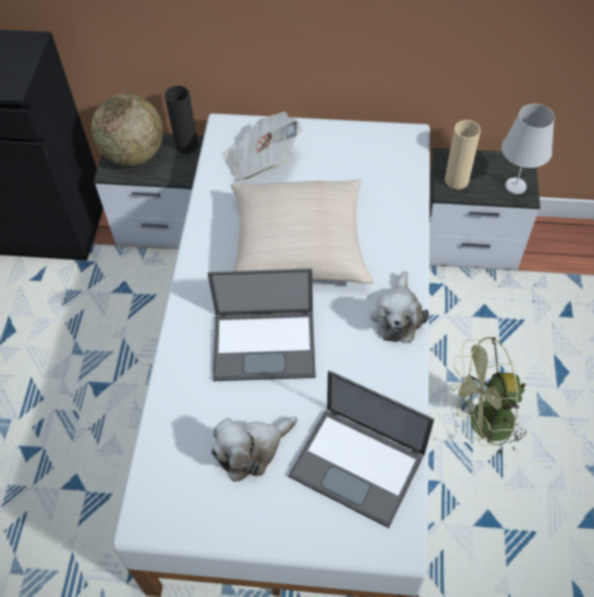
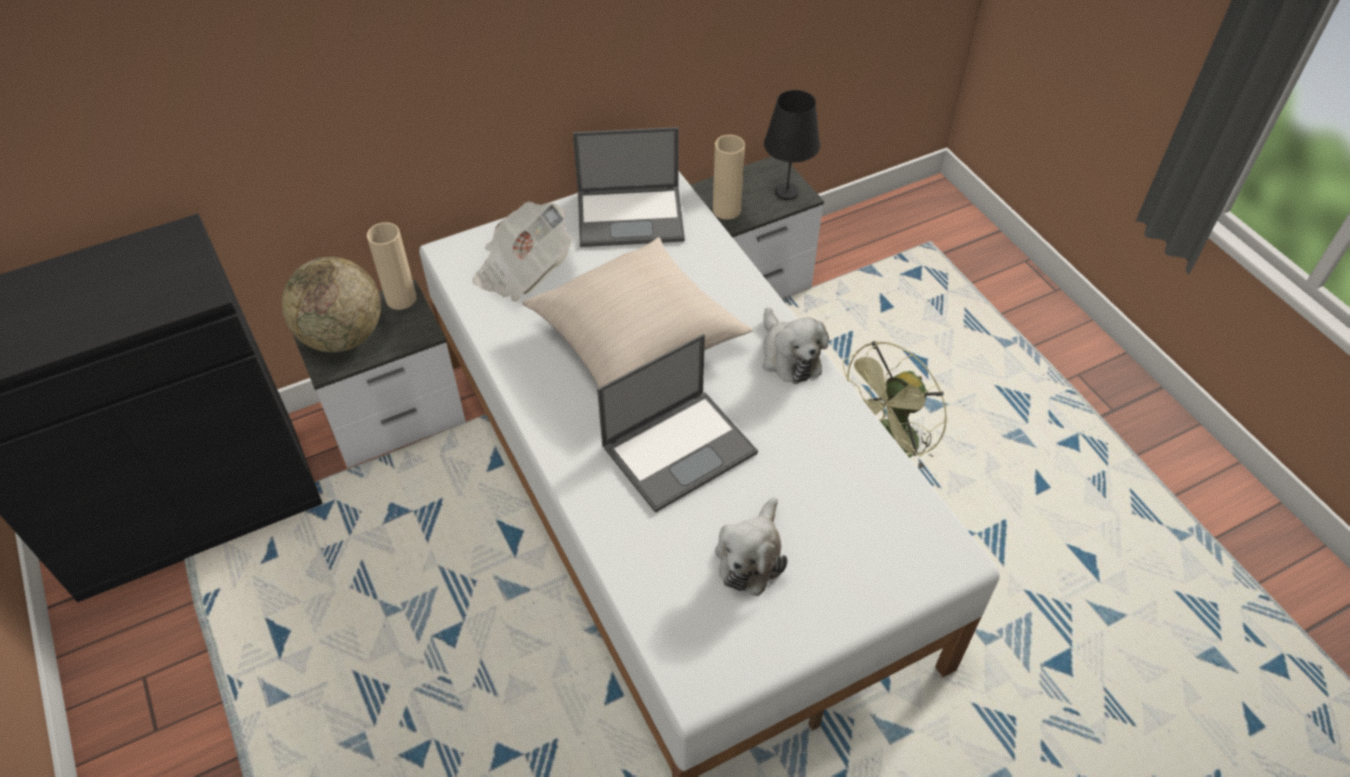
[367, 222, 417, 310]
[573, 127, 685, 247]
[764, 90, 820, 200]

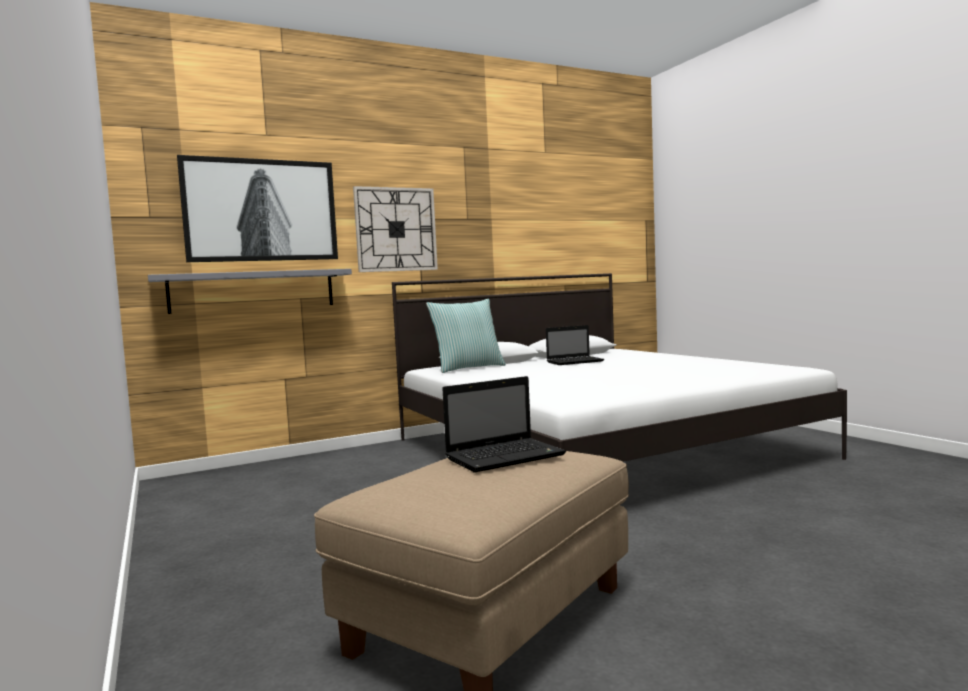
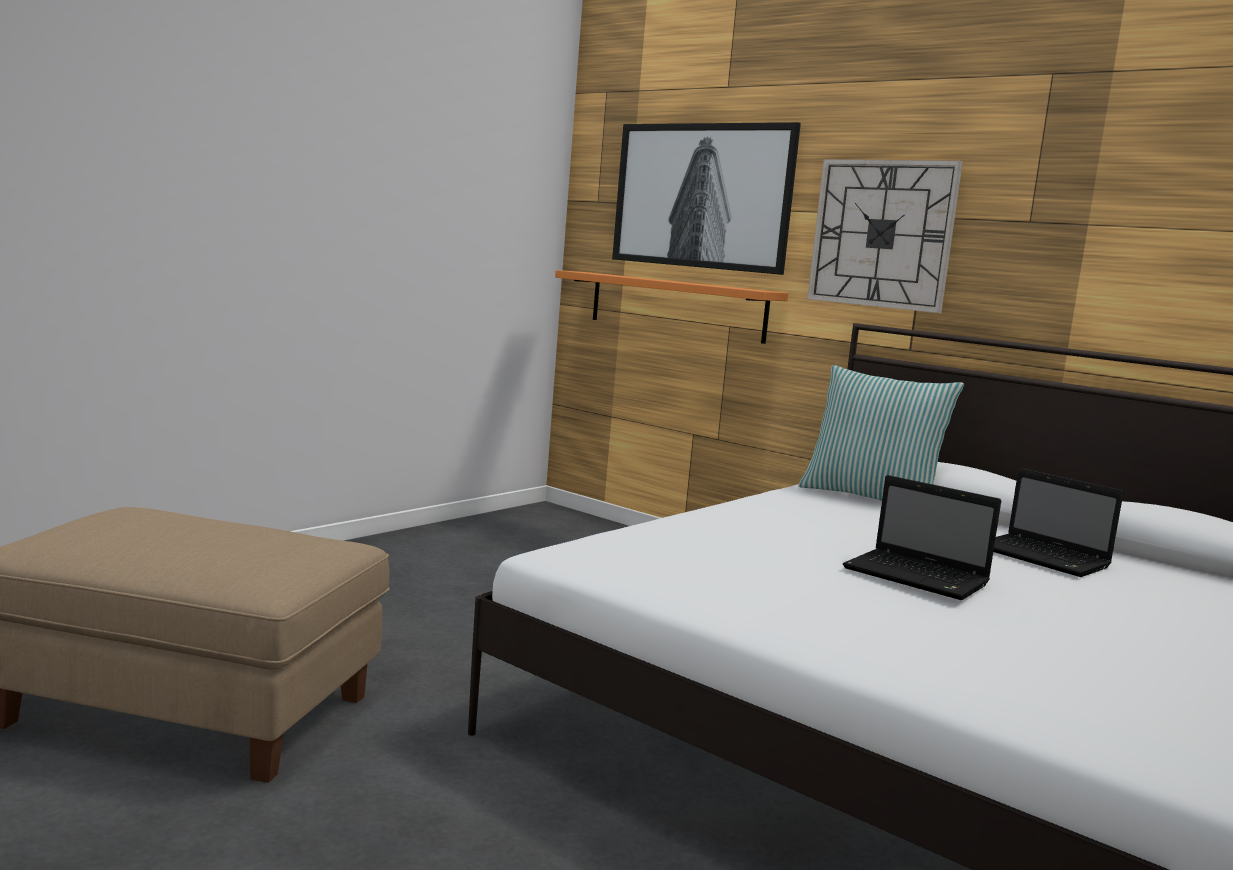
[555, 270, 788, 344]
[843, 475, 1001, 600]

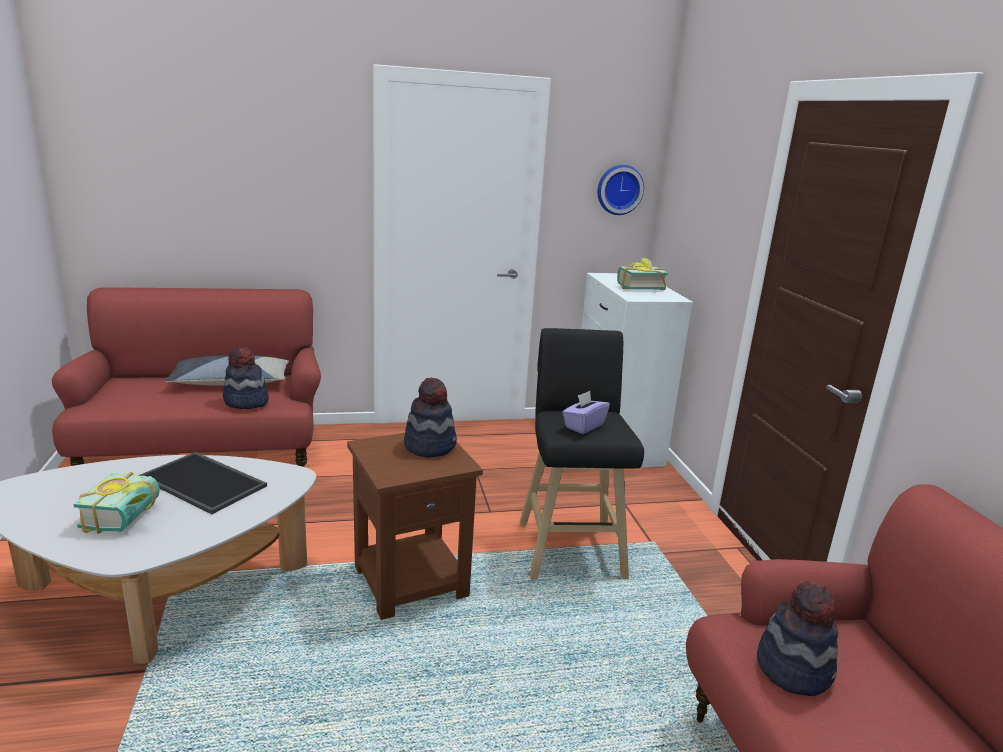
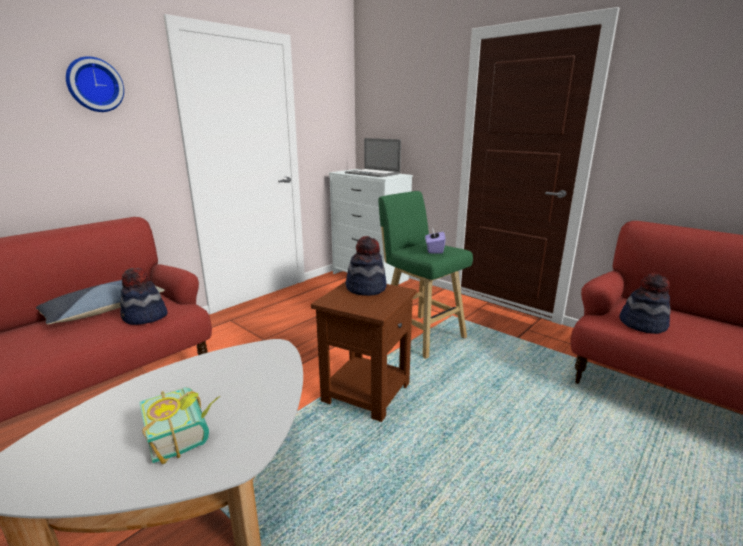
[66, 56, 124, 112]
[345, 138, 401, 177]
[378, 191, 473, 359]
[139, 452, 267, 514] (first image)

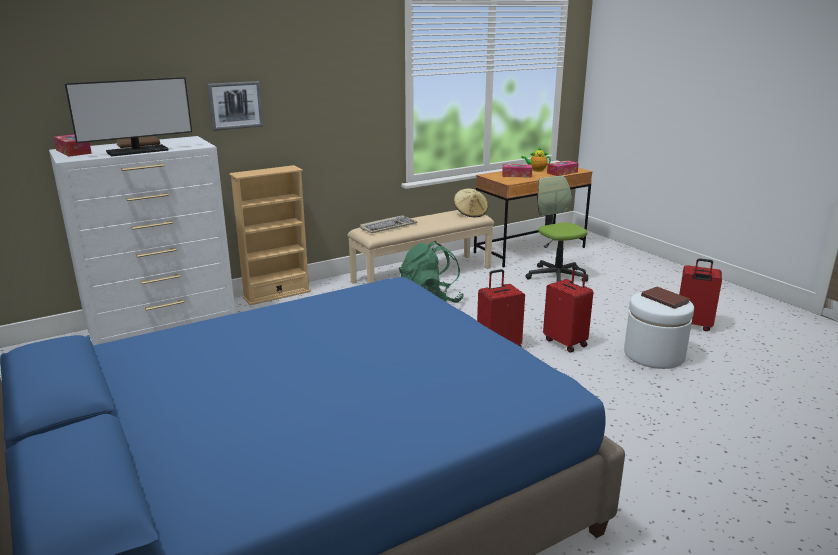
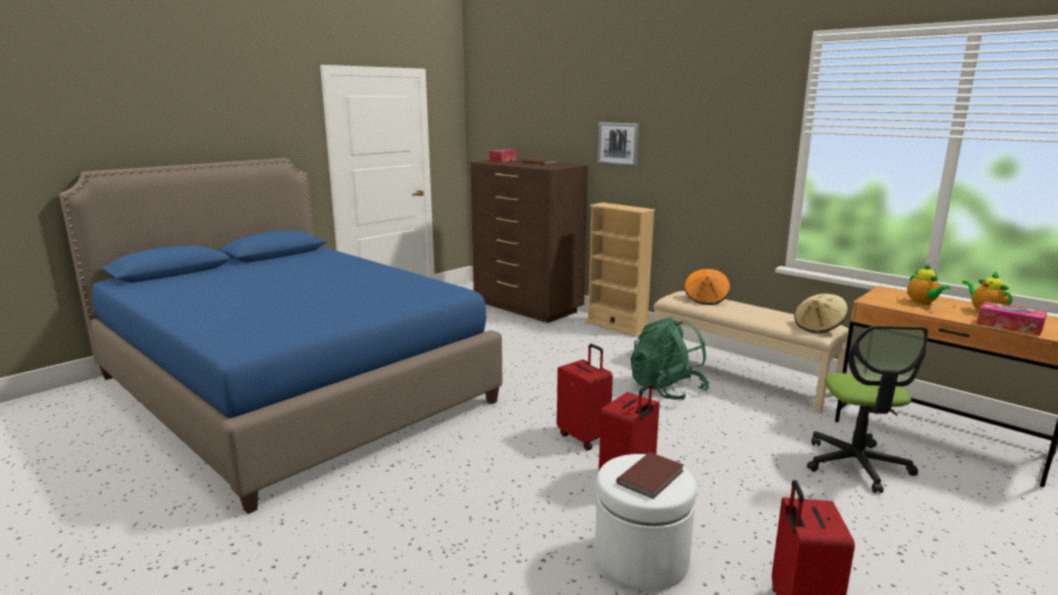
[470, 159, 588, 323]
[684, 269, 730, 305]
[807, 326, 928, 493]
[907, 264, 950, 305]
[65, 77, 192, 157] (first image)

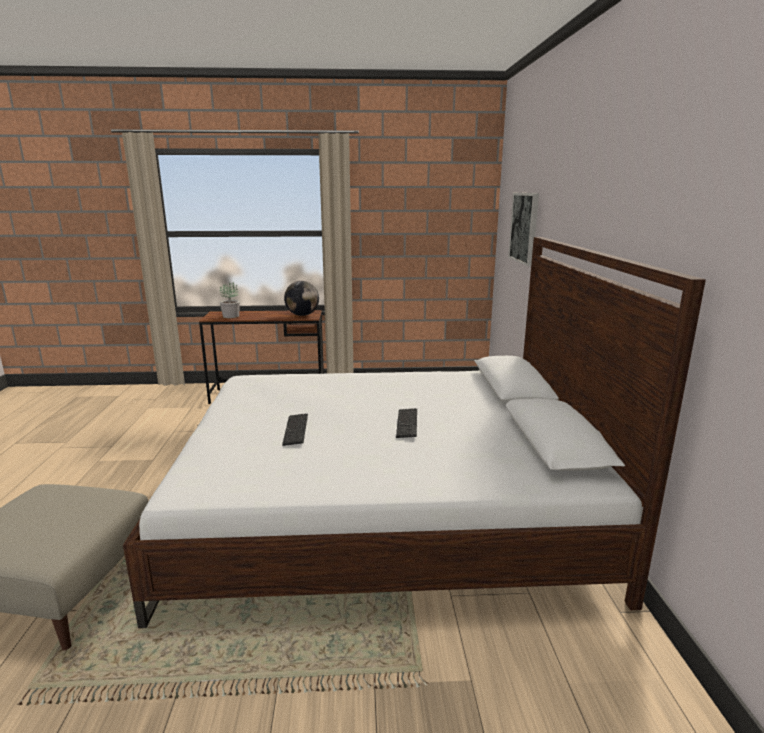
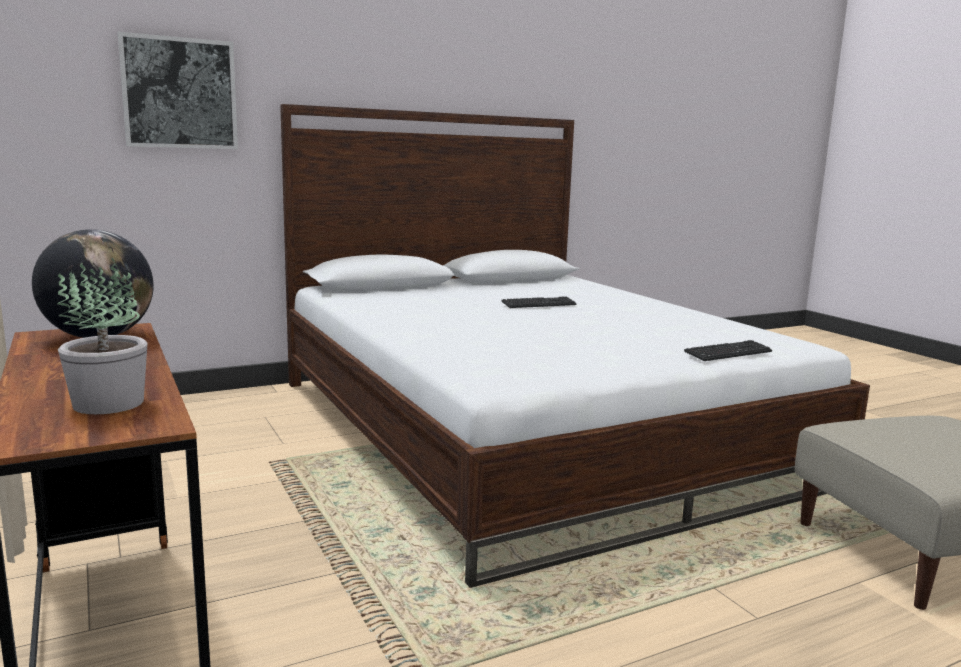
[684, 340, 772, 361]

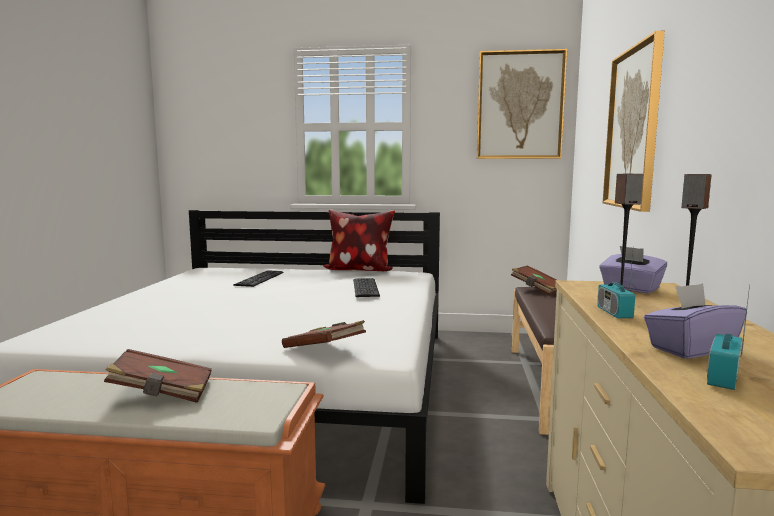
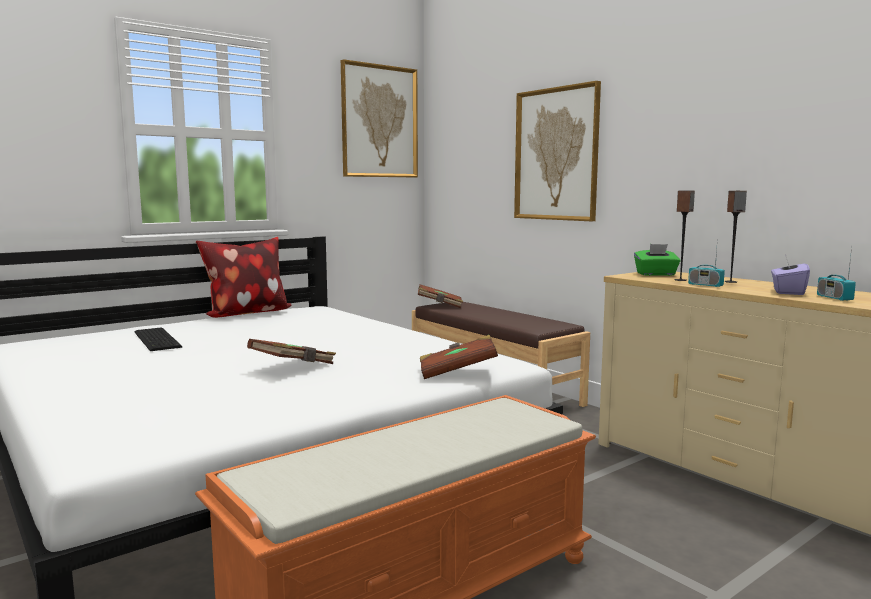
[247, 339, 336, 364]
[634, 244, 680, 276]
[353, 278, 380, 297] (first image)

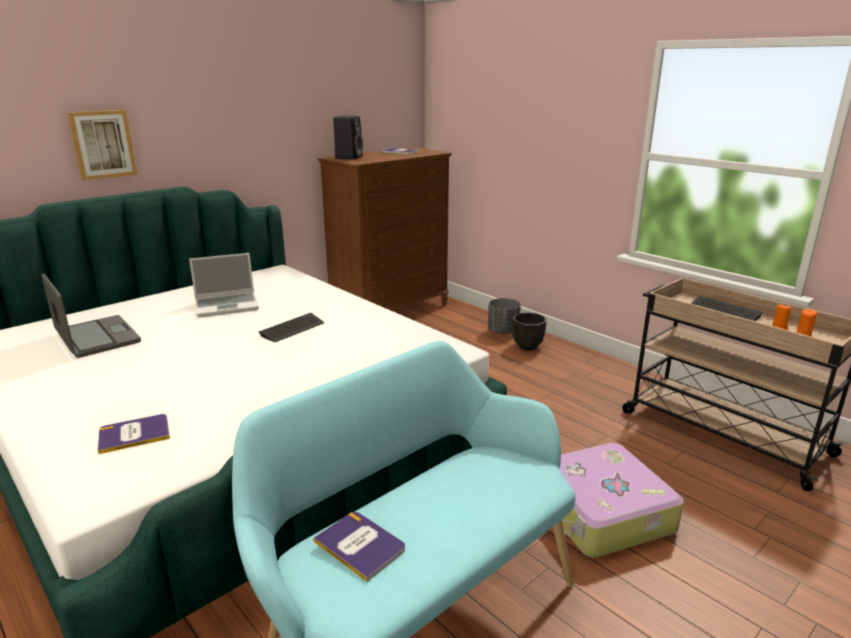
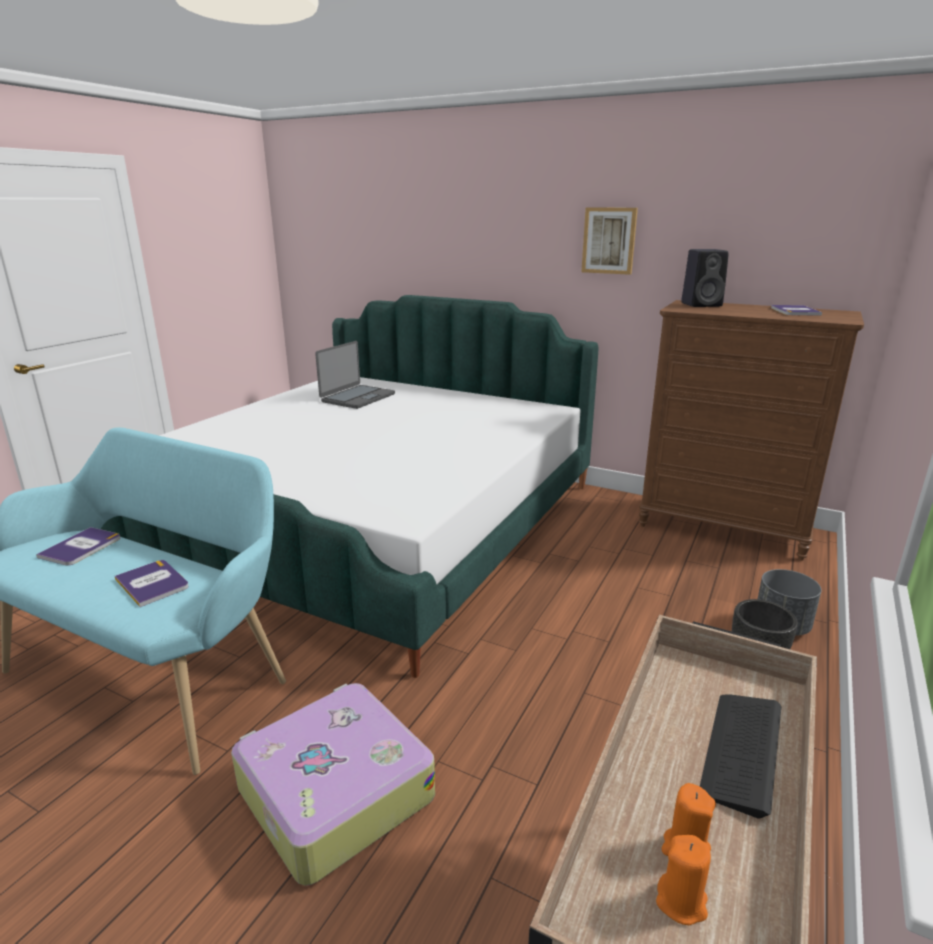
[115, 560, 189, 607]
[581, 208, 638, 275]
[189, 253, 259, 317] (first image)
[259, 313, 324, 342] (first image)

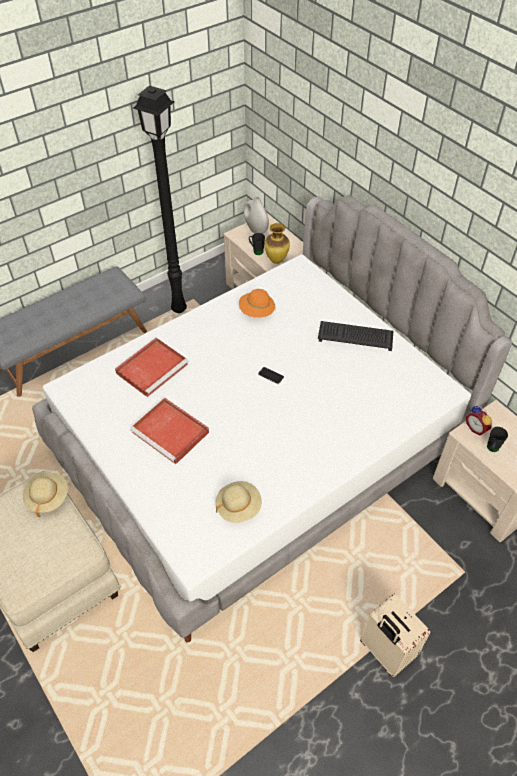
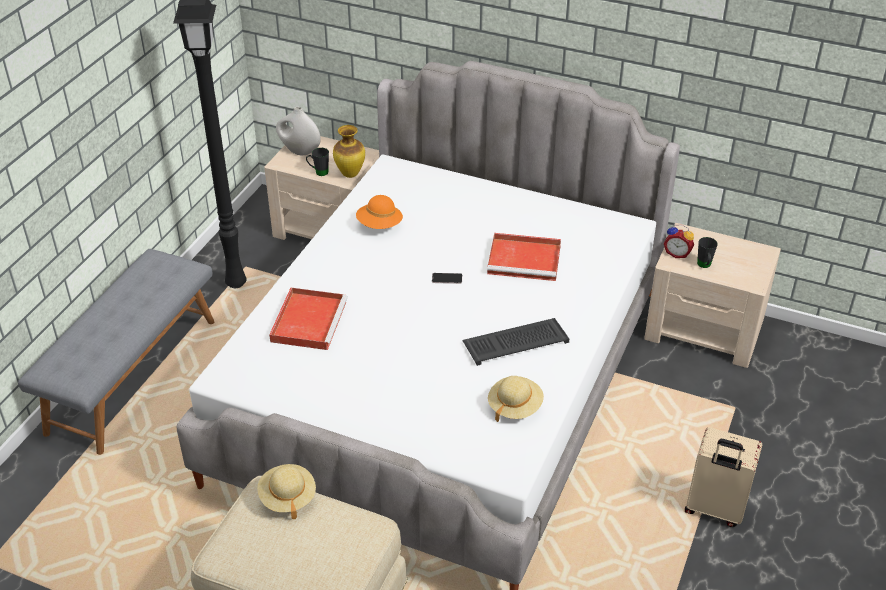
[462, 318, 570, 366]
[487, 233, 561, 281]

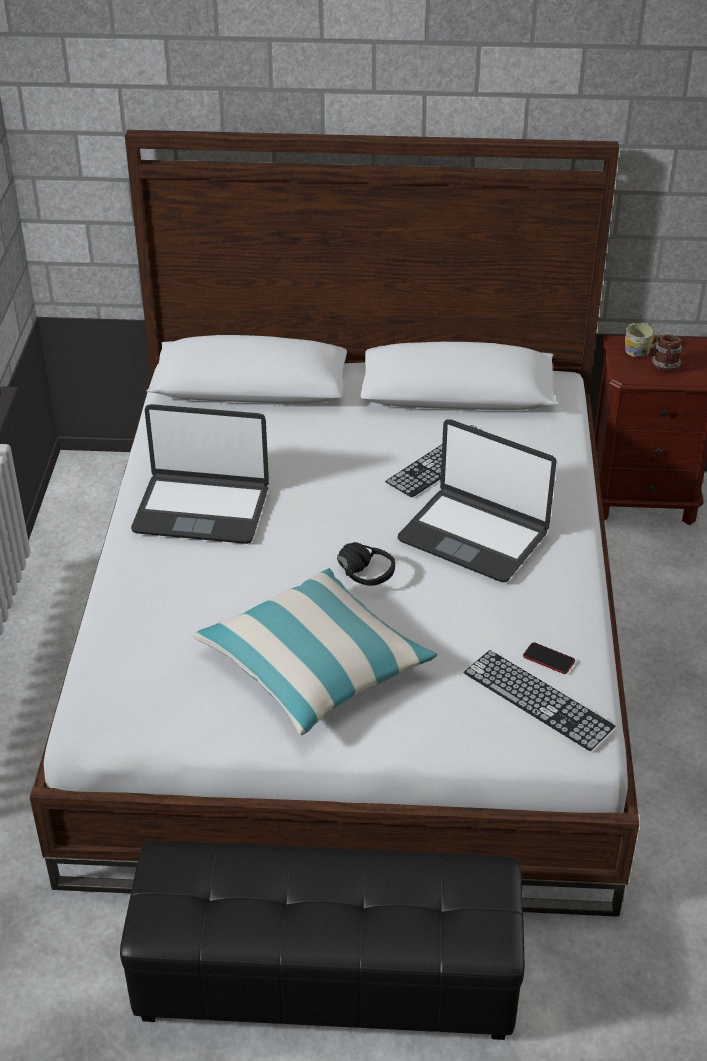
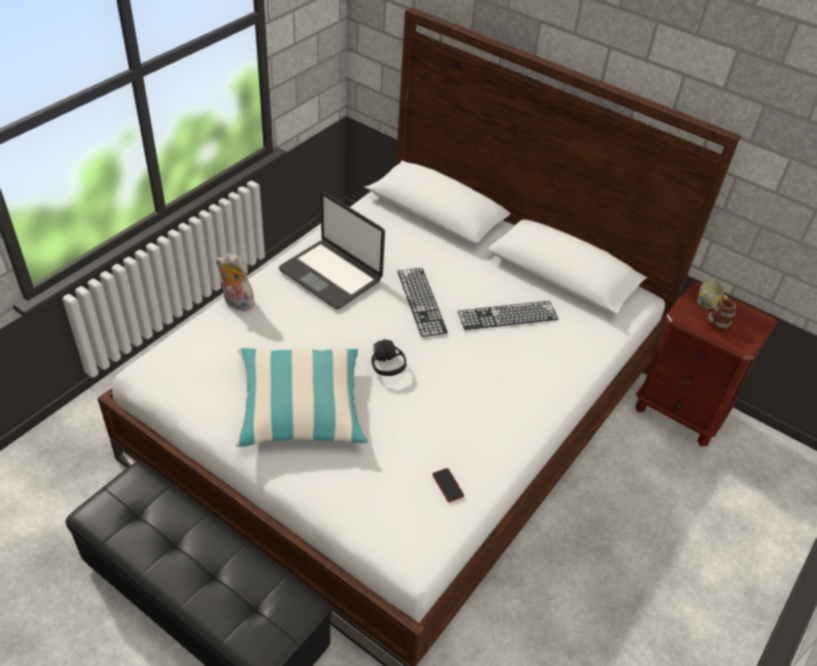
[216, 253, 255, 311]
[397, 268, 448, 337]
[398, 419, 557, 582] (first image)

